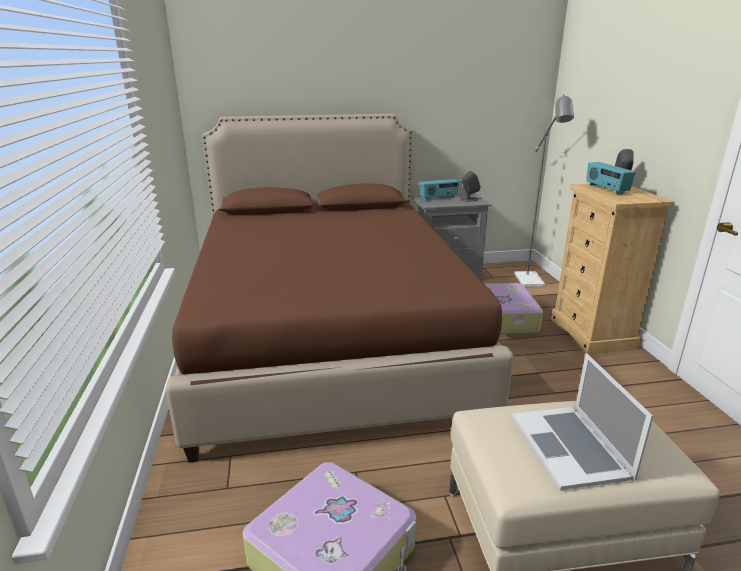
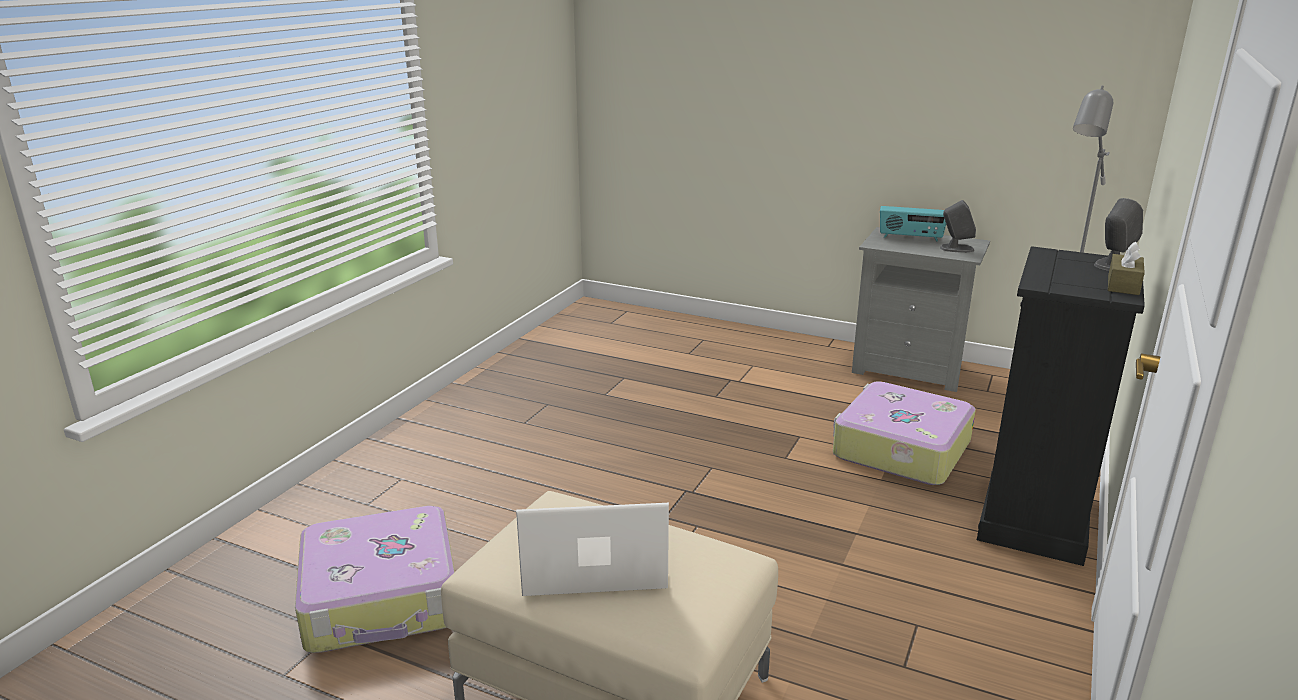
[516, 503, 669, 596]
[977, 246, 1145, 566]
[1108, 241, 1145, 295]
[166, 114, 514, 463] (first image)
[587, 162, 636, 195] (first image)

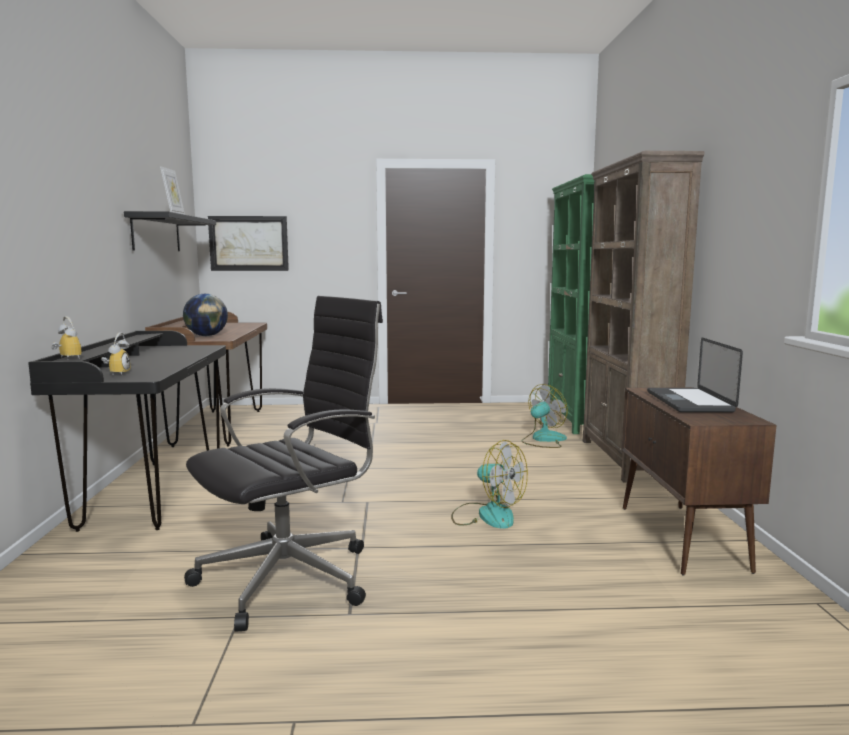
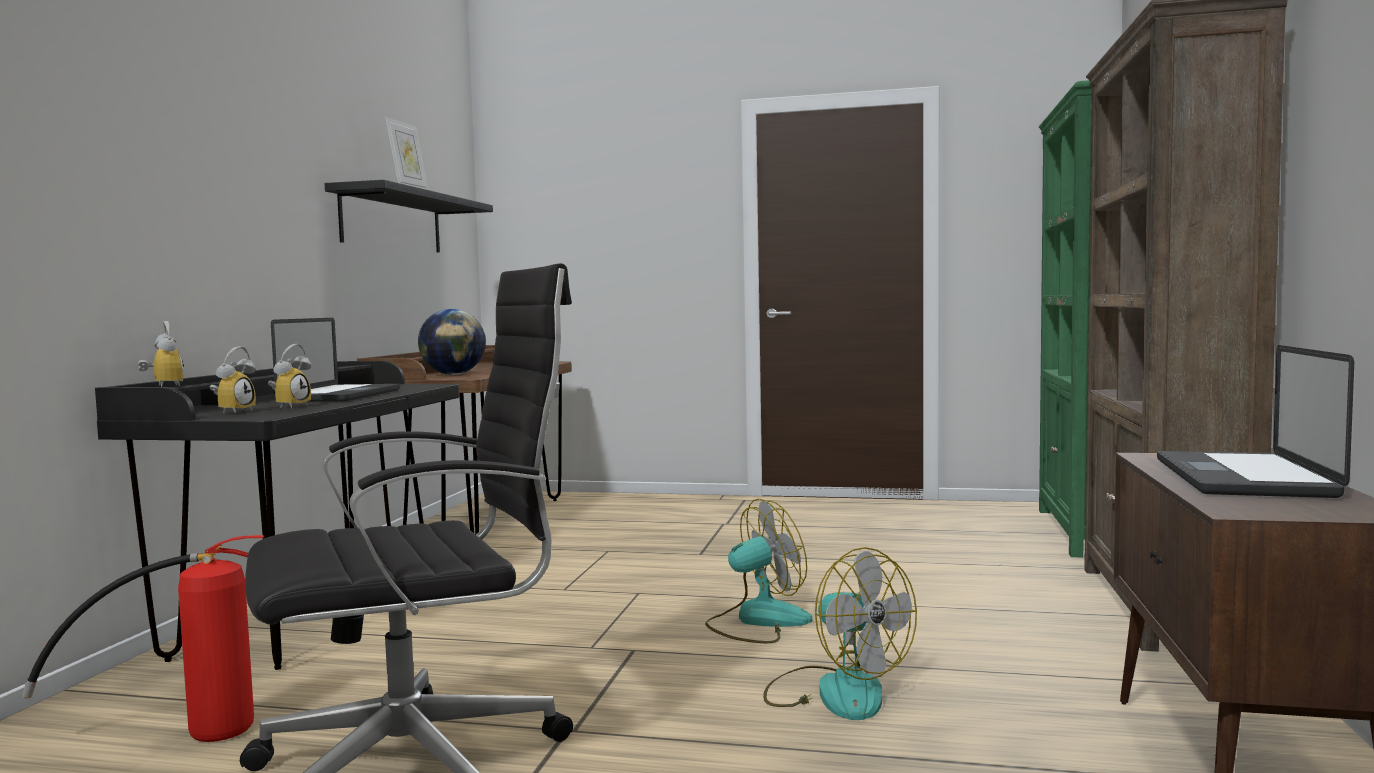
[22, 535, 264, 742]
[268, 344, 312, 408]
[271, 318, 400, 402]
[705, 498, 812, 643]
[208, 216, 289, 271] (first image)

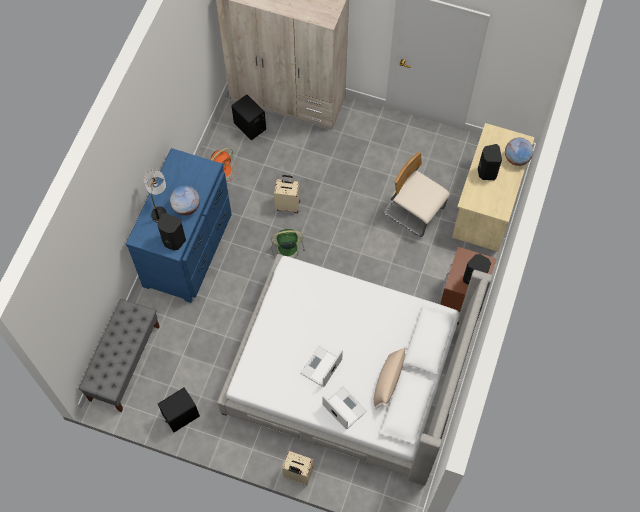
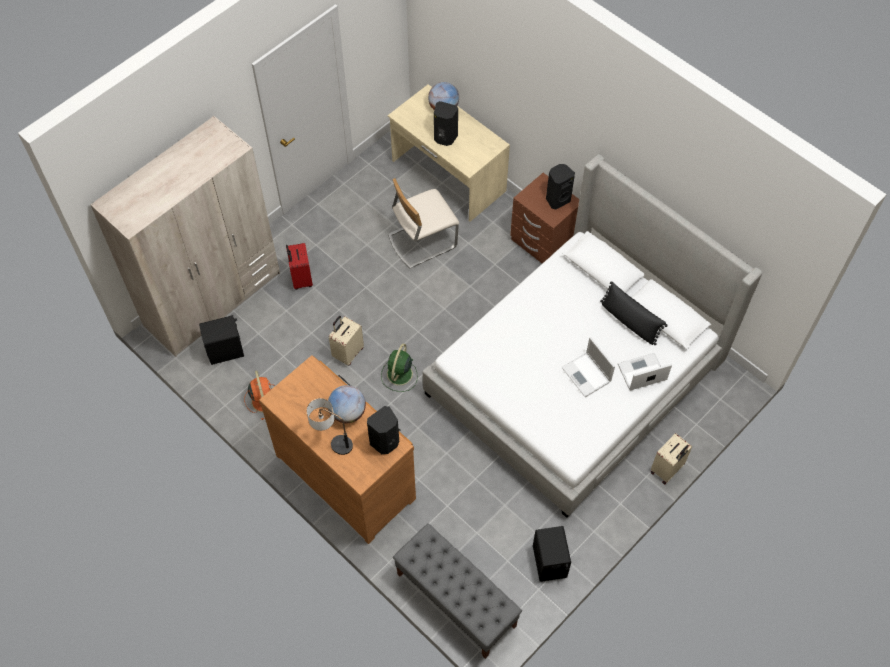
[259, 355, 416, 544]
[286, 243, 313, 290]
[600, 281, 668, 345]

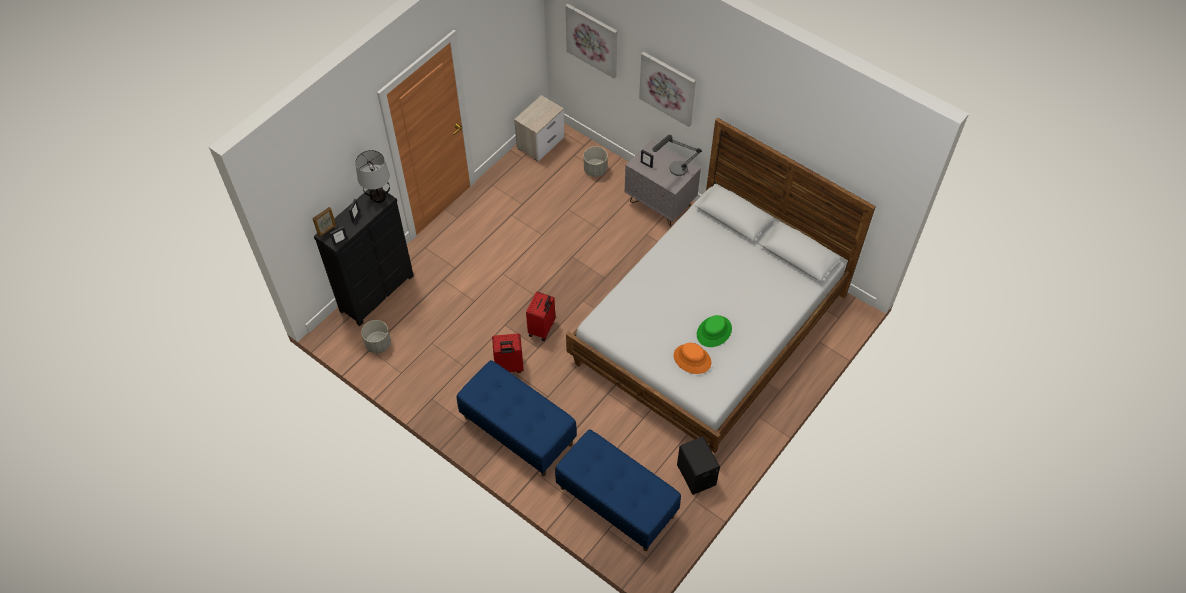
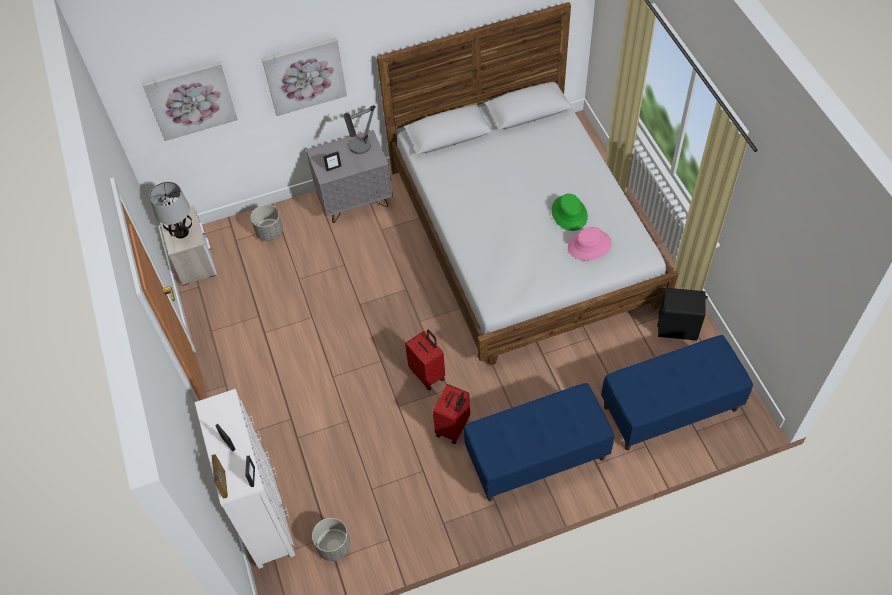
[149, 182, 192, 238]
[195, 389, 295, 569]
[568, 227, 612, 260]

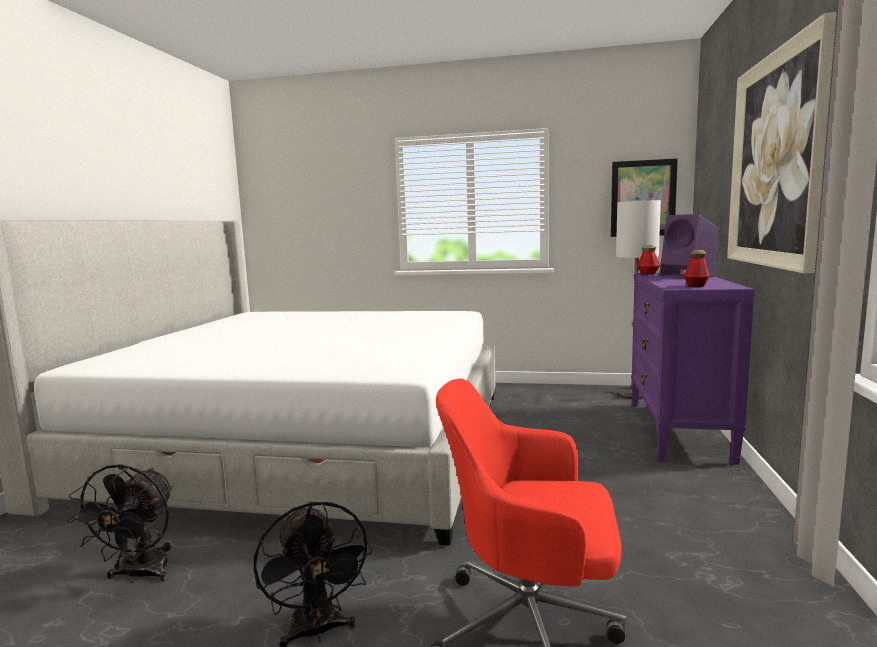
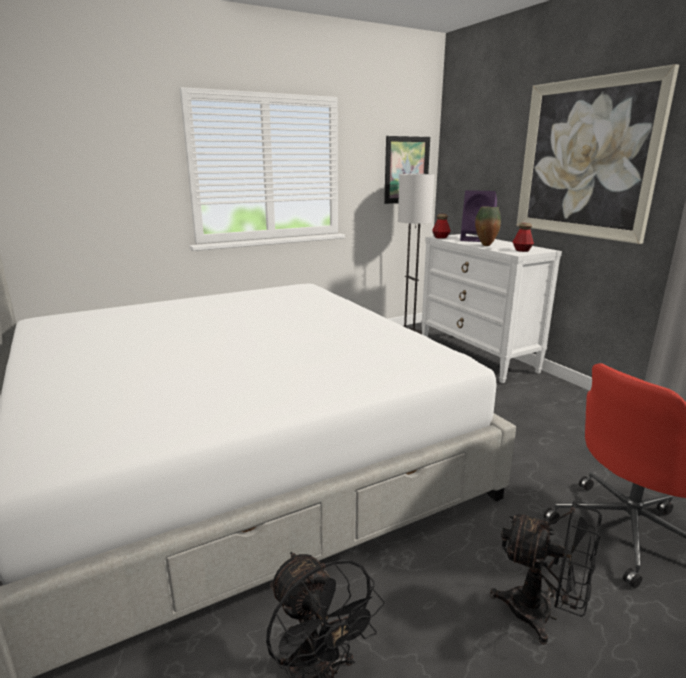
[421, 234, 562, 383]
[475, 206, 501, 246]

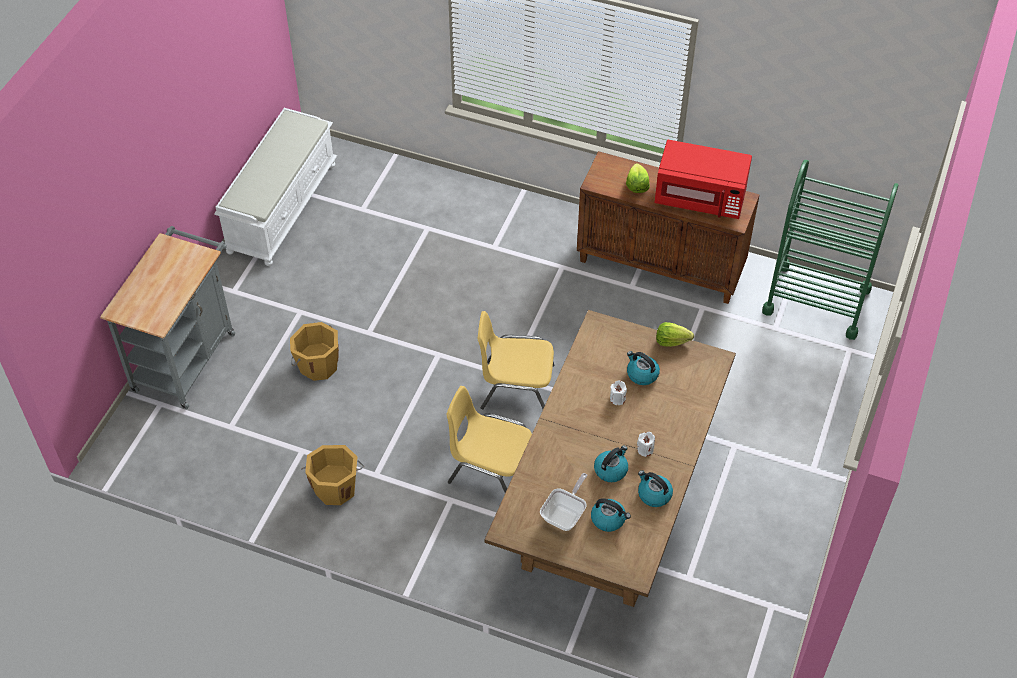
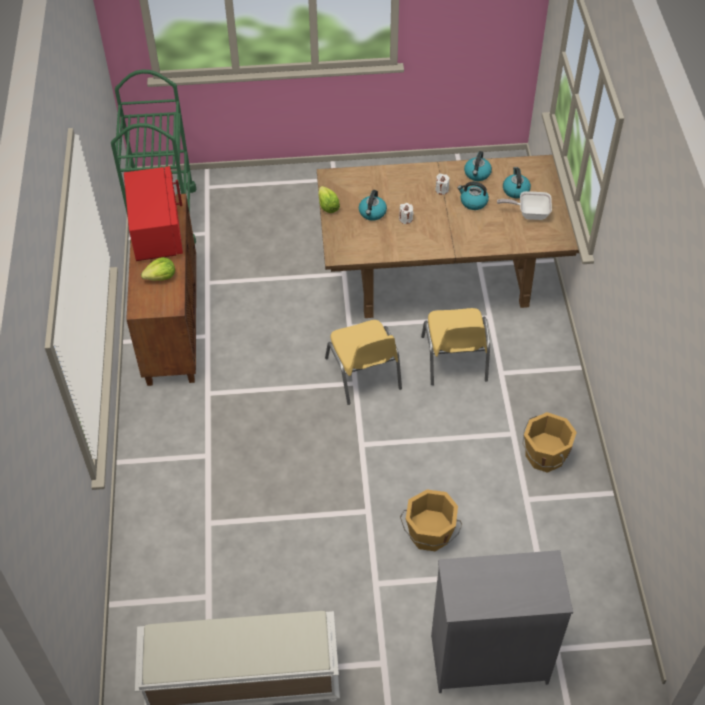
[431, 550, 573, 693]

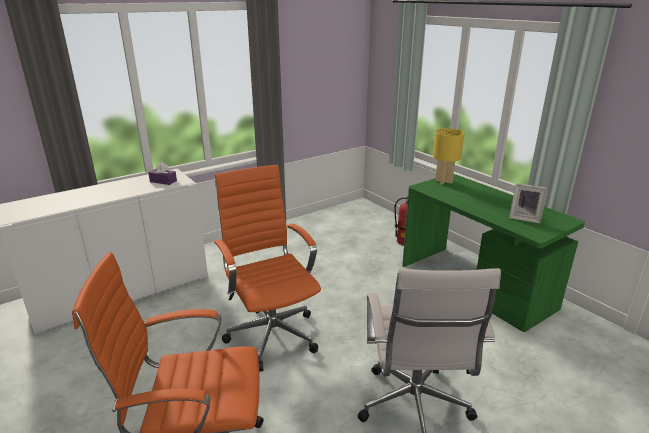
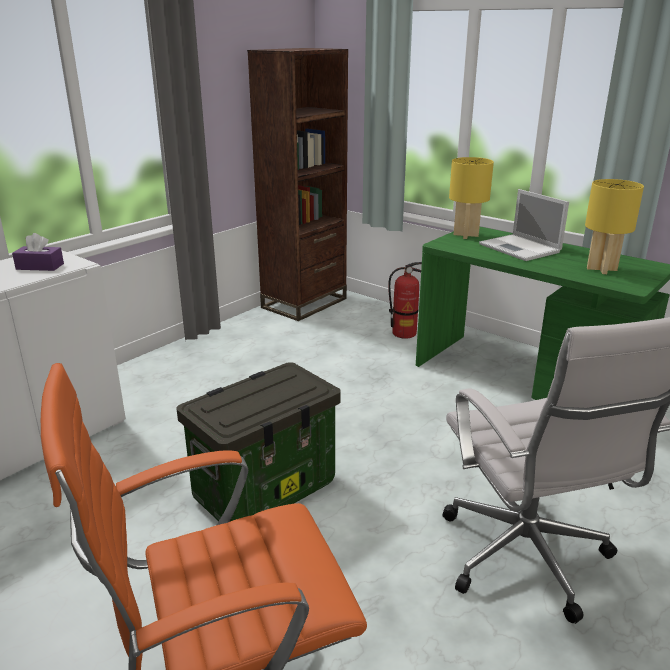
[176, 362, 341, 521]
[247, 48, 348, 321]
[479, 189, 569, 261]
[585, 179, 644, 274]

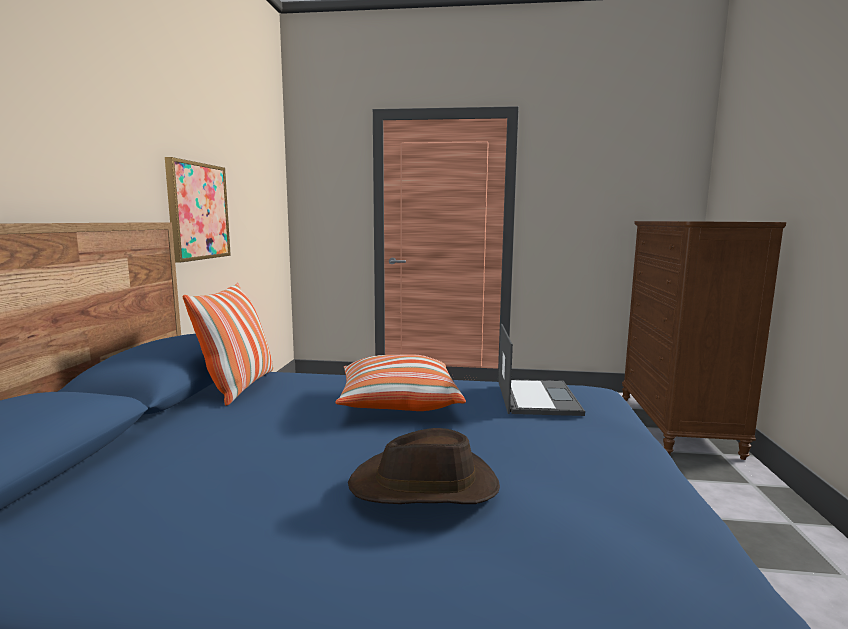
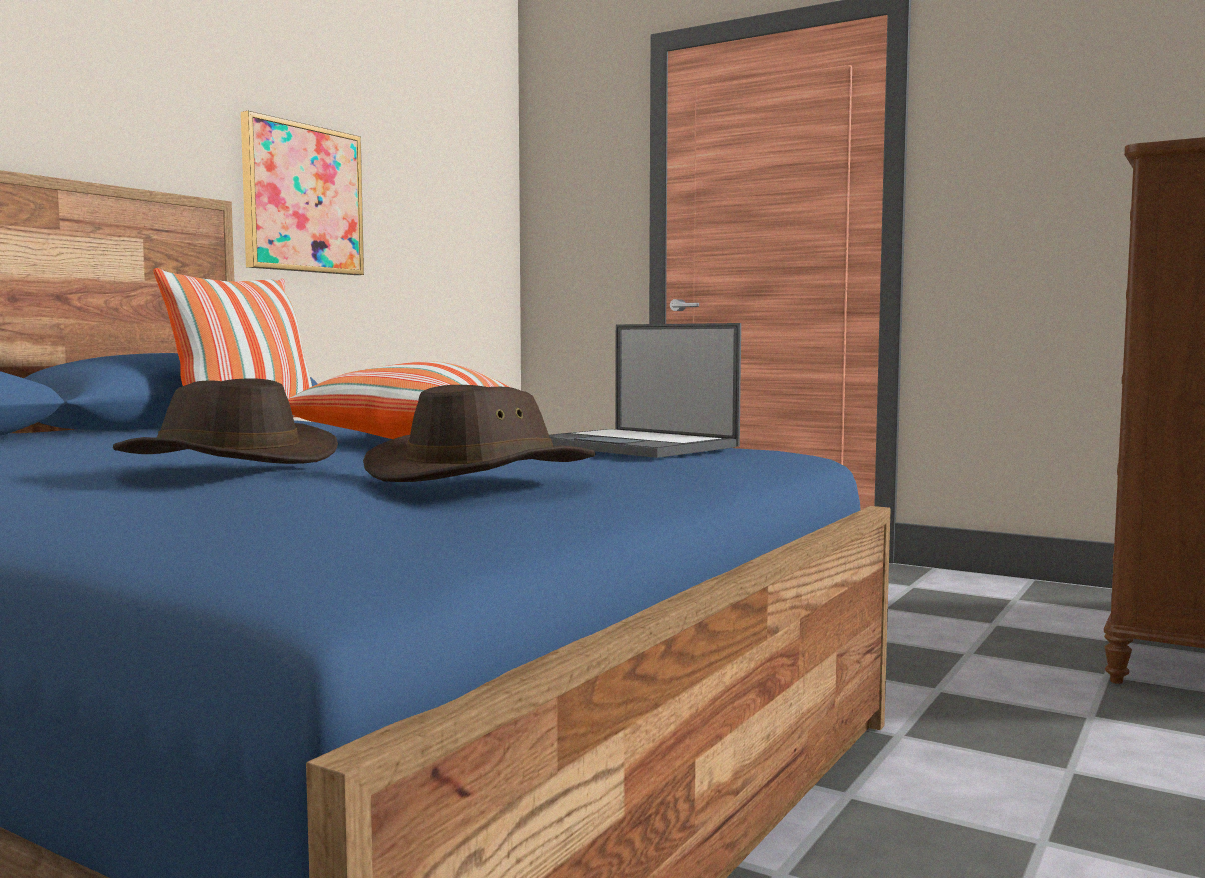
[363, 385, 596, 482]
[549, 323, 741, 458]

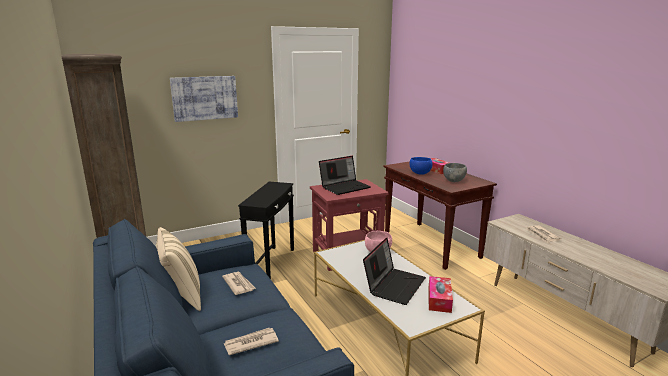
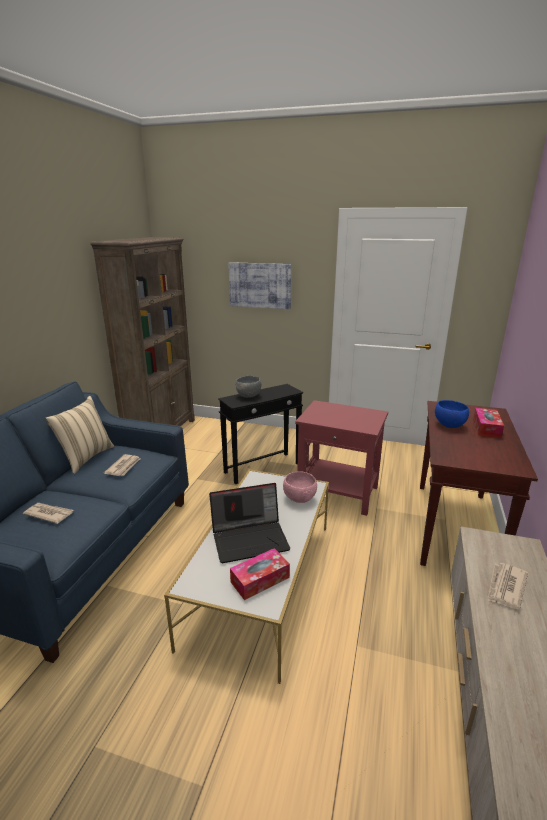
[236, 376, 261, 398]
[319, 156, 371, 195] (first image)

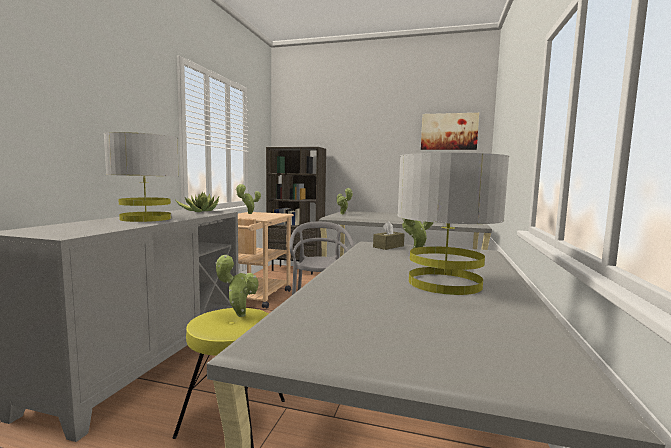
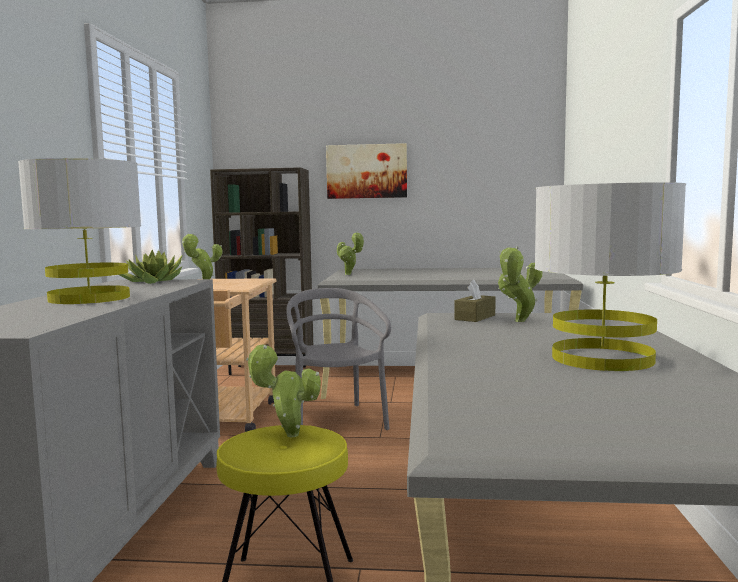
[326, 143, 407, 199]

